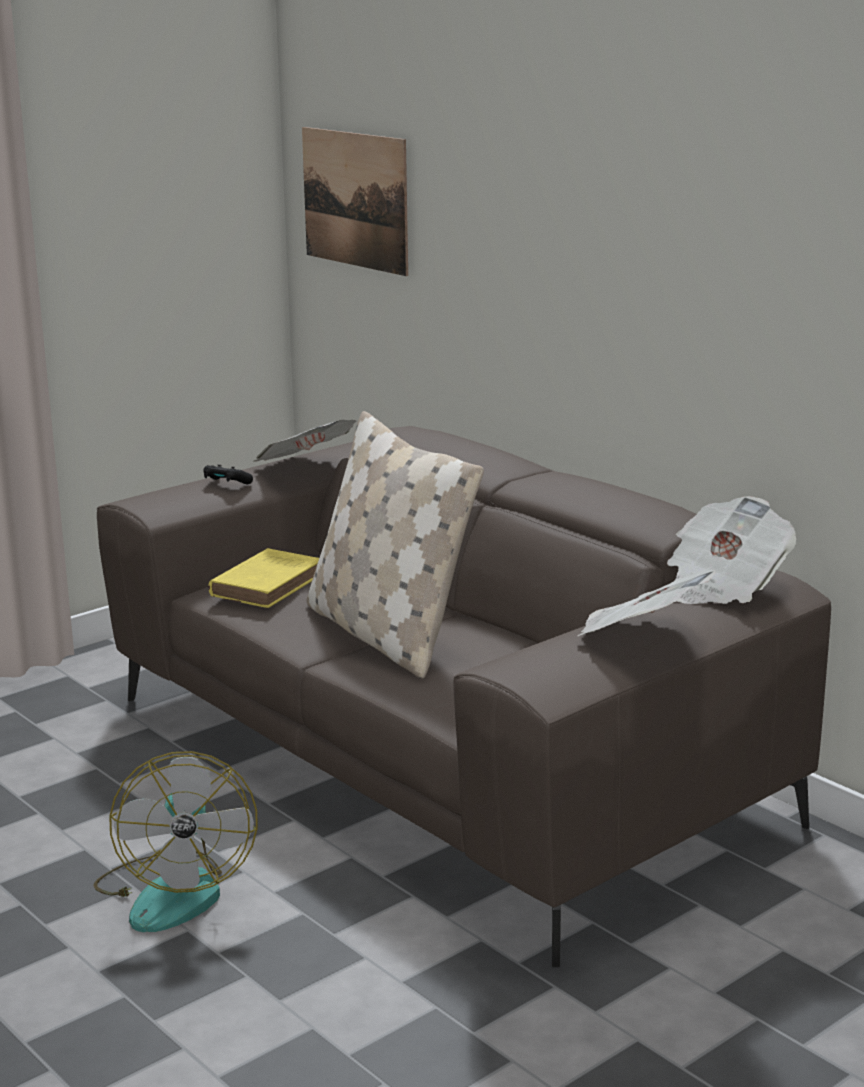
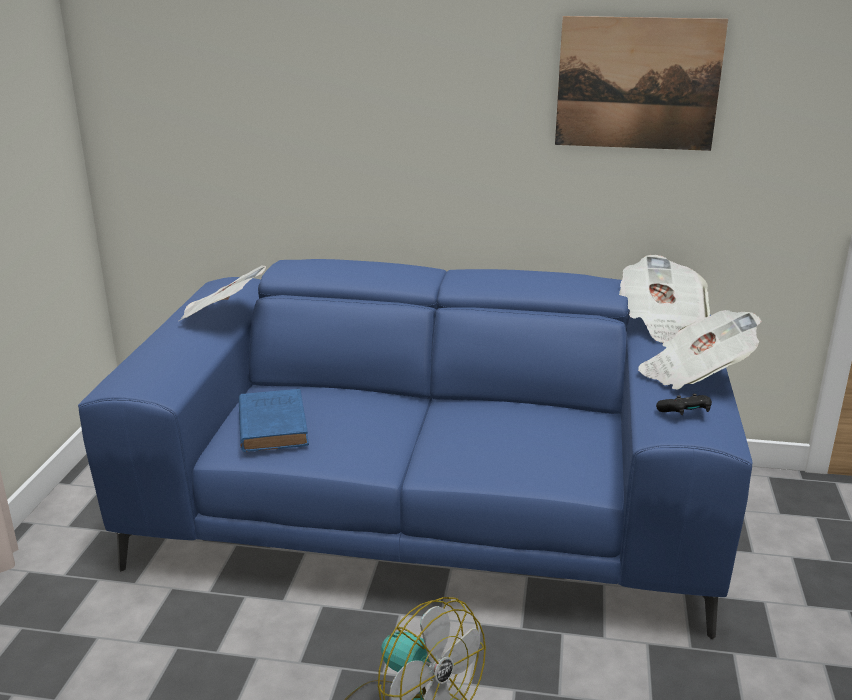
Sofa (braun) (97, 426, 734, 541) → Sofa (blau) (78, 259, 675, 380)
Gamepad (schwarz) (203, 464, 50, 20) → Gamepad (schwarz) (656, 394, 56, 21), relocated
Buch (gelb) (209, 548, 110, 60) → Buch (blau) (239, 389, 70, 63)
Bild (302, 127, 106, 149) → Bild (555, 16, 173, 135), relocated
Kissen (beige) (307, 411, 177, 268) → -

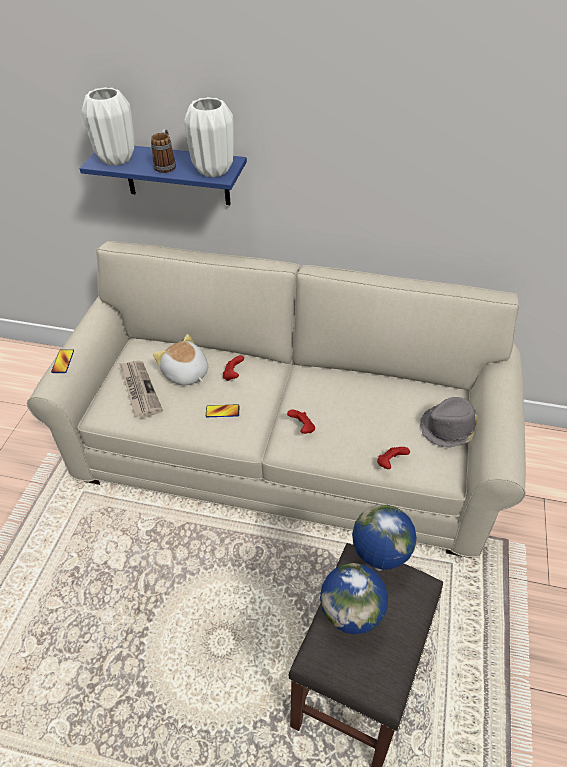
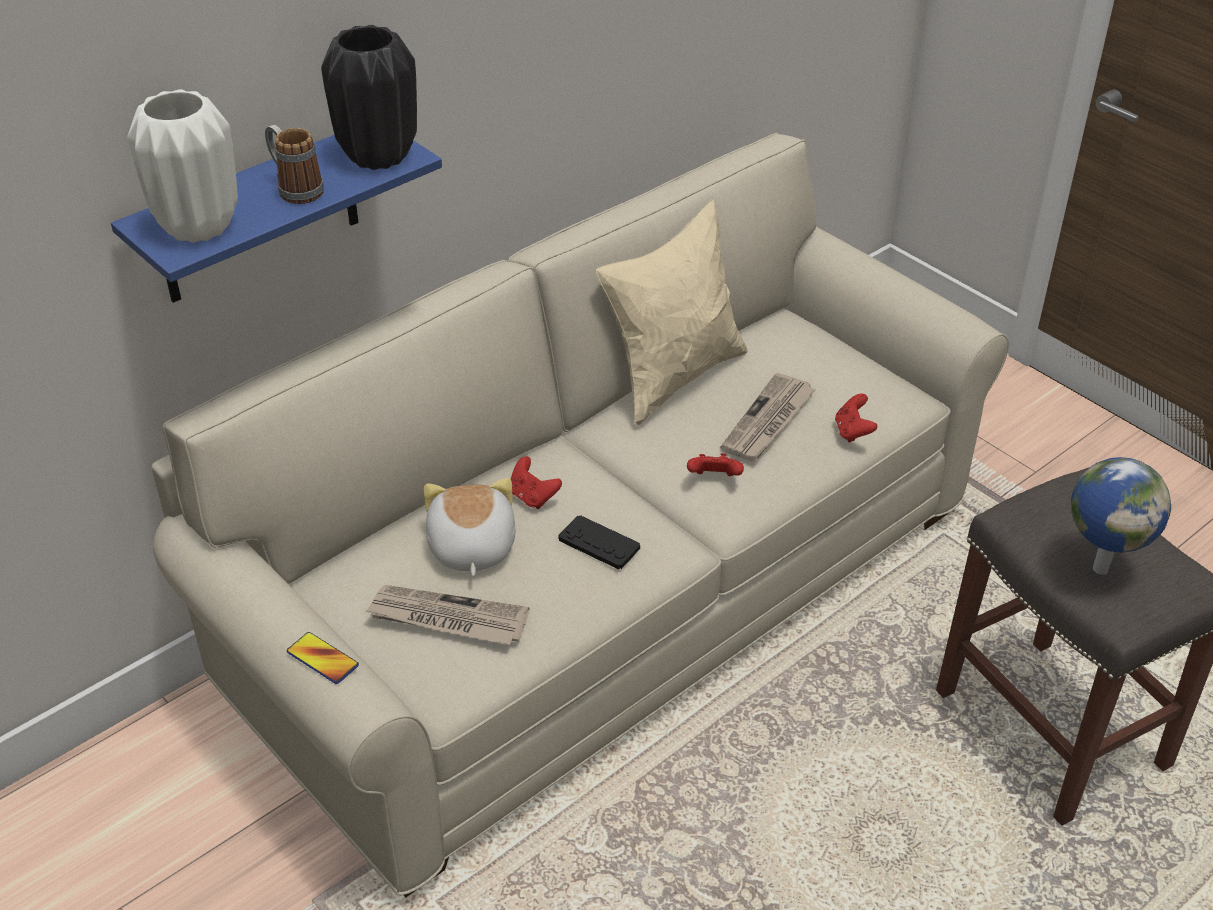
Plüschtier (153, 334, 55, 51) → Plüschtier (424, 478, 92, 98), 90 degrees clockwise
Vase (weiß) (184, 97, 50, 80) → Vase (schwarz) (321, 25, 96, 145)
Handy (206, 404, 33, 13) → Gamepad (schwarz) (558, 515, 82, 54)
Globus (352, 504, 65, 67) → -
Hut (grau) (420, 397, 57, 51) → -
- → Kissen (beige) (596, 199, 152, 227)
- → Zeitung (720, 373, 96, 88)

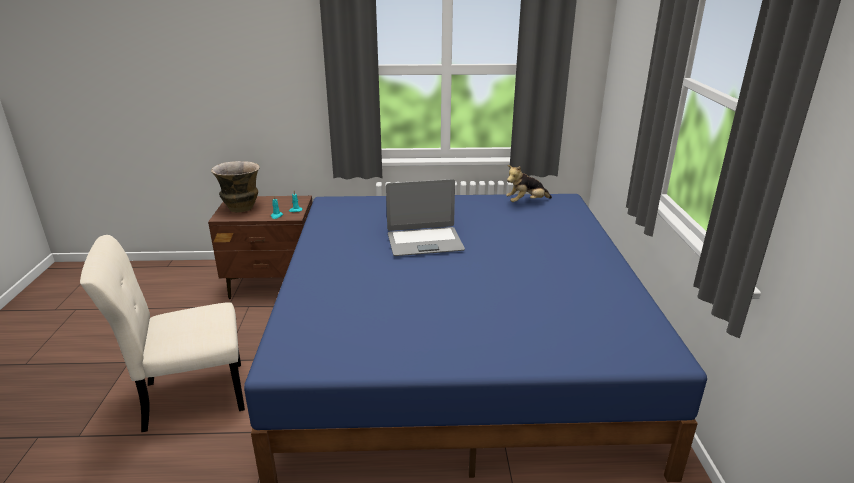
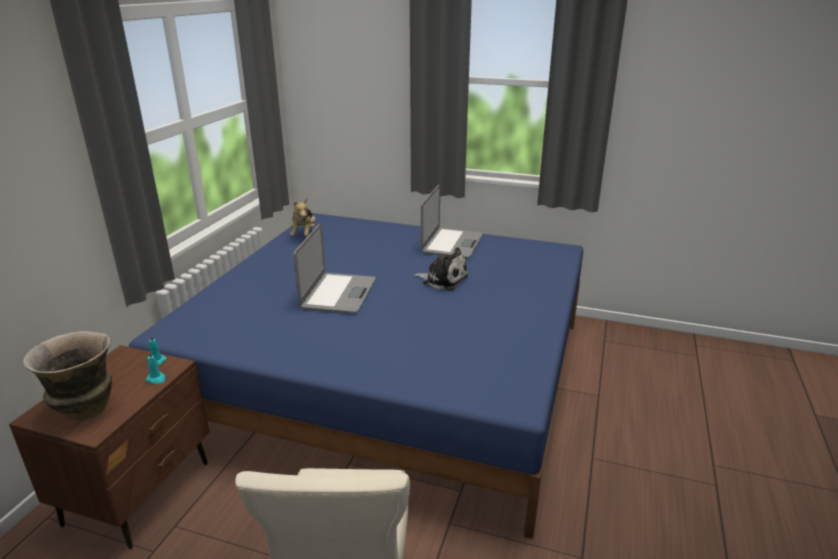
- → Plüschtier (414, 247, 54, 43)
- → Laptop (420, 185, 63, 73)

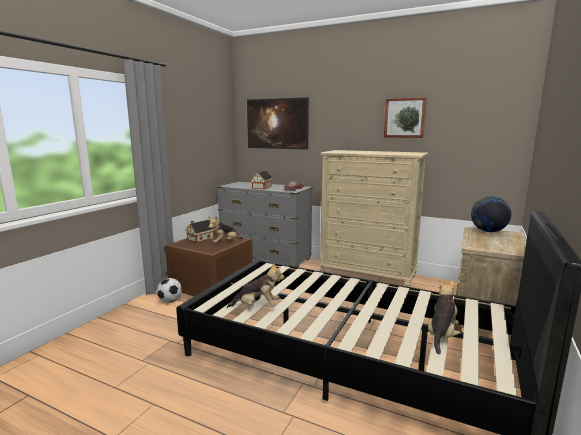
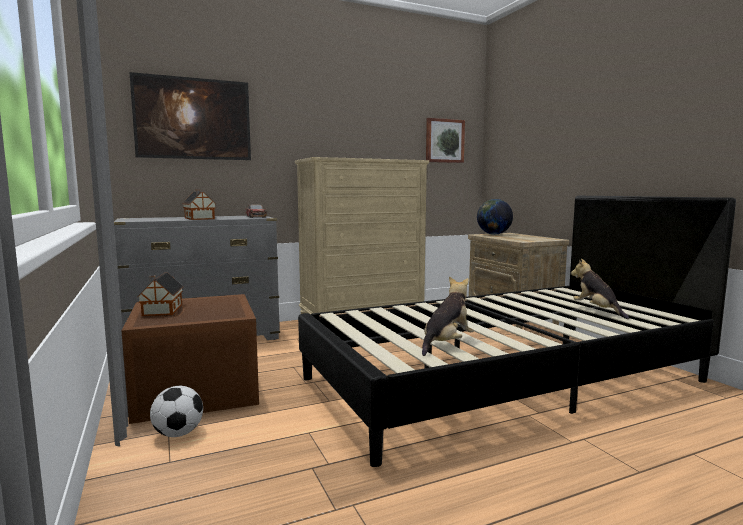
Plüschtier (209, 216, 34, 27) → -
Bild (384, 97, 43, 41) → Bild (426, 118, 39, 45), relocated

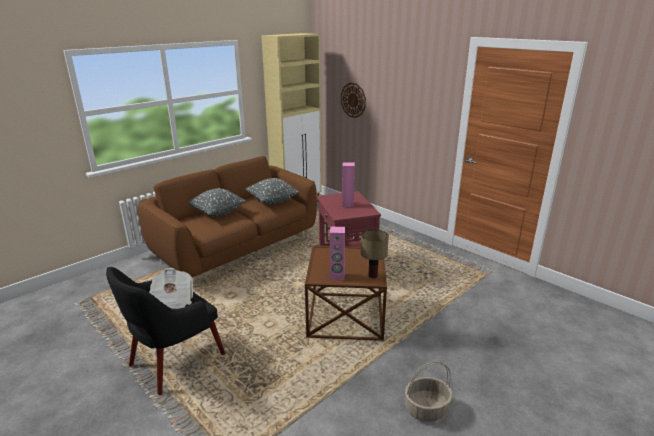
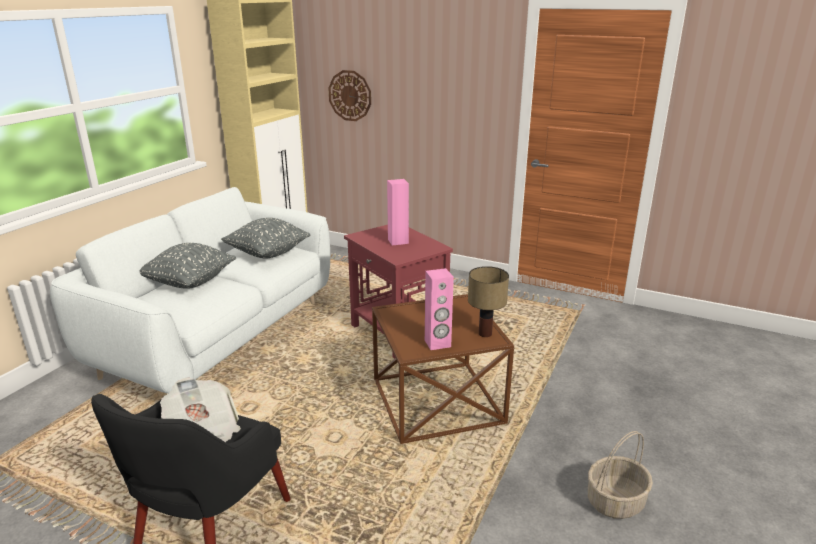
Sofa (braun) (138, 156, 179, 130) → Sofa (weiß) (50, 187, 280, 207)

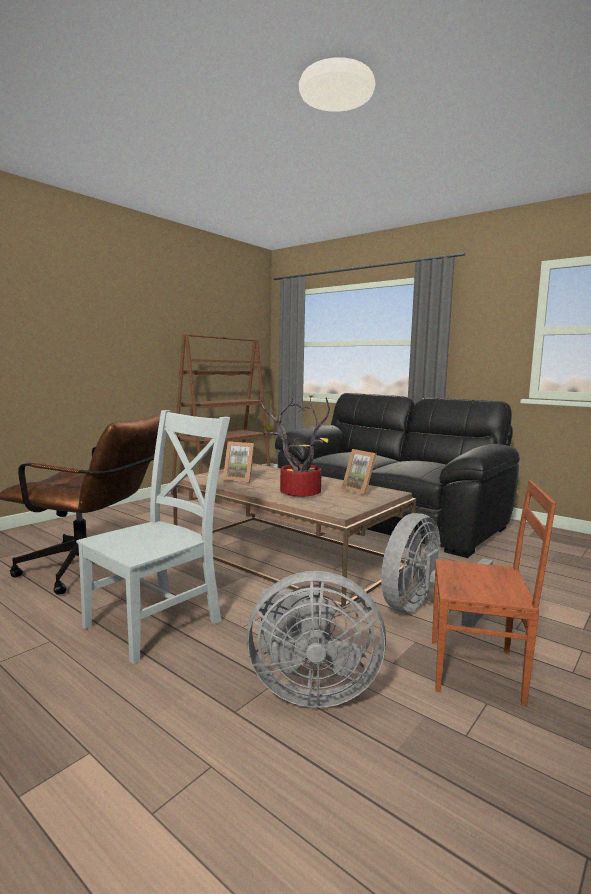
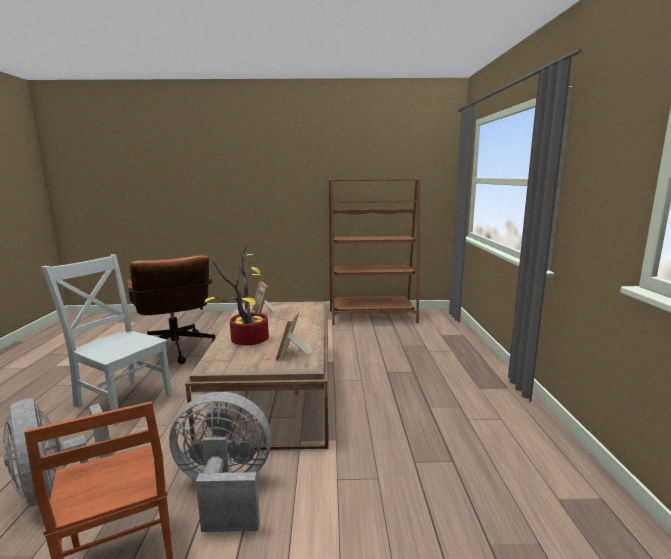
Stuhl (grau) (76, 410, 154, 254) → Stuhl (grau) (41, 254, 131, 171), 150 degrees counterclockwise
Sofa (schwarz) (275, 393, 245, 165) → -

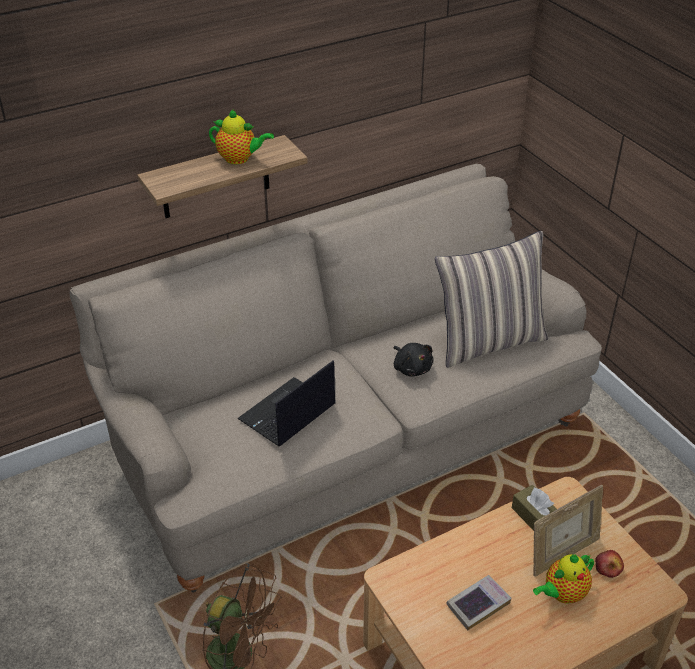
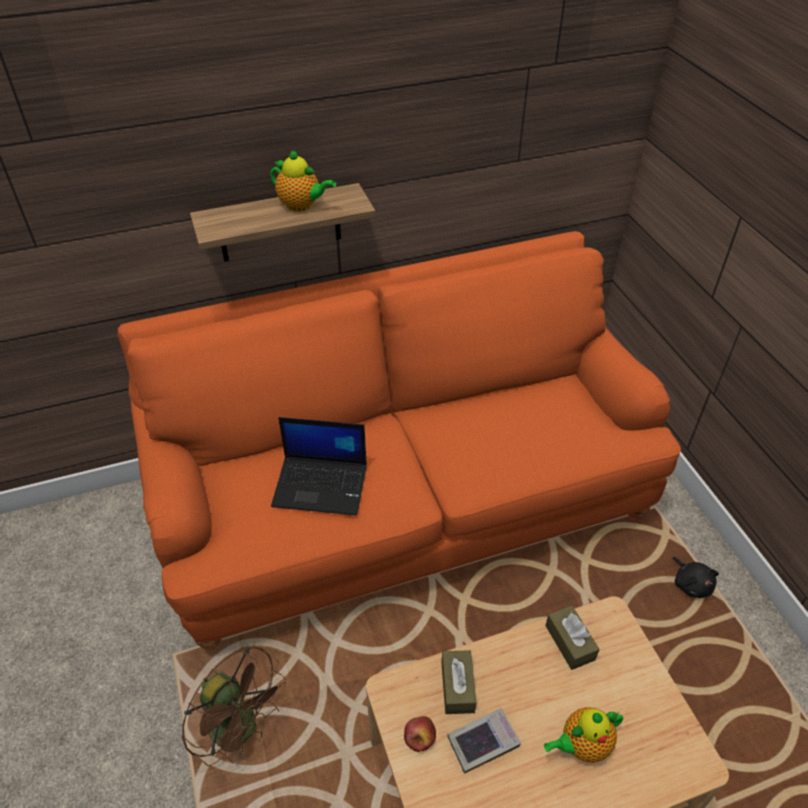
Sofa (beige) (70, 164, 532, 429) → Sofa (orange) (117, 231, 564, 419)
Laptop (238, 360, 97, 86) → Laptop (271, 417, 96, 99), 135 degrees counterclockwise
Plüschtier (schwarz) (394, 343, 39, 33) → Plüschtier (schwarz) (673, 557, 46, 41), relocated
Kissen (435, 231, 114, 137) → -
Bilderrahmen (533, 485, 70, 92) → -
Apfel (595, 550, 29, 28) → Apfel (404, 716, 32, 36), relocated
- → Taschentuchbox (braun) (441, 650, 35, 64)

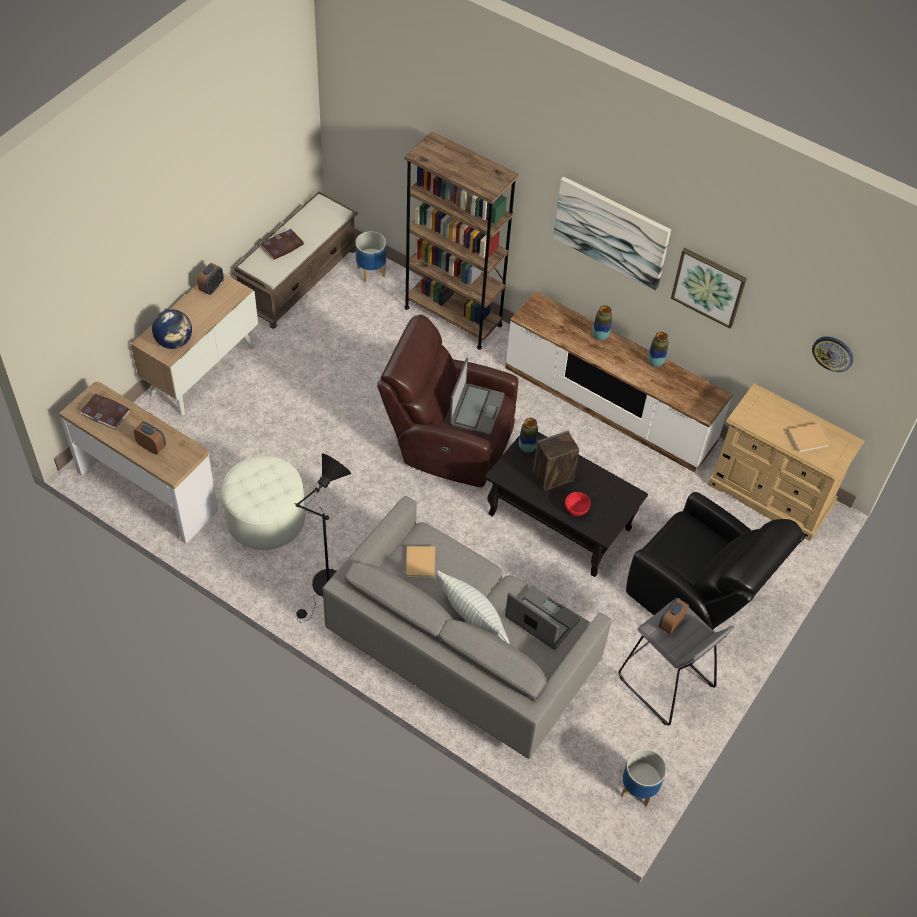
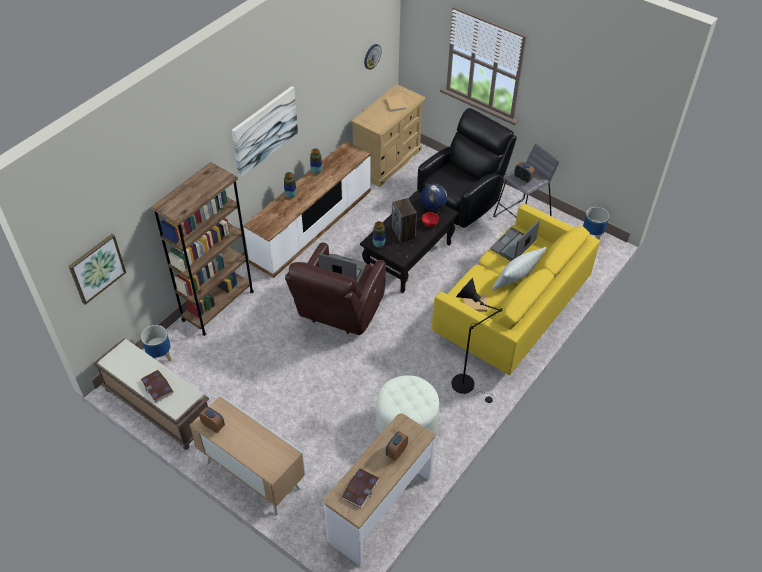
Globus (152, 309, 40, 40) → Globus (421, 184, 26, 26), relocated
Sofa (grau) (323, 496, 288, 263) → Sofa (gelb) (432, 204, 168, 171)
Bild (671, 248, 76, 81) → Bild (69, 234, 57, 71), relocated

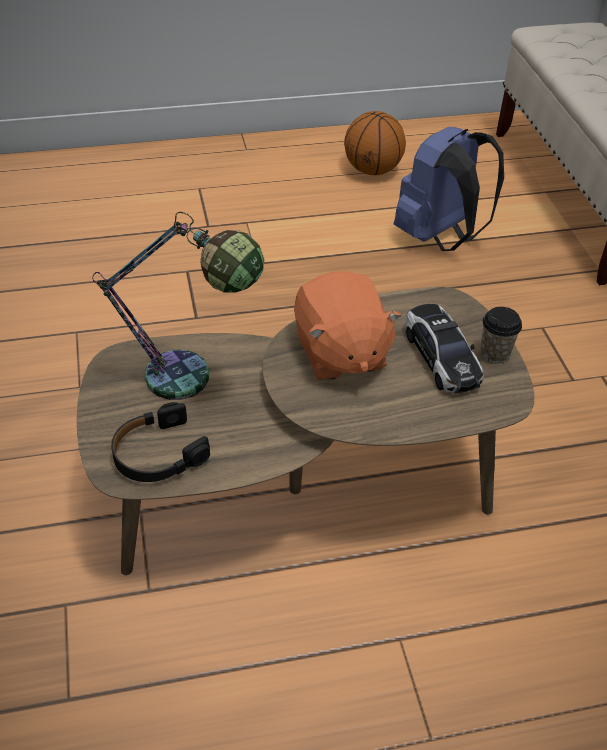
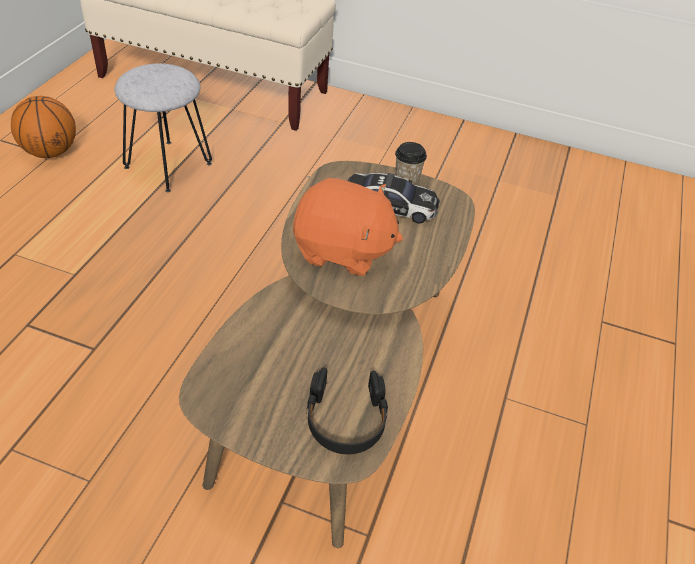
Tischlampe (92, 212, 172, 188) → -
Rucksack (blau) (394, 127, 110, 124) → Hocker (grau) (115, 63, 97, 129)

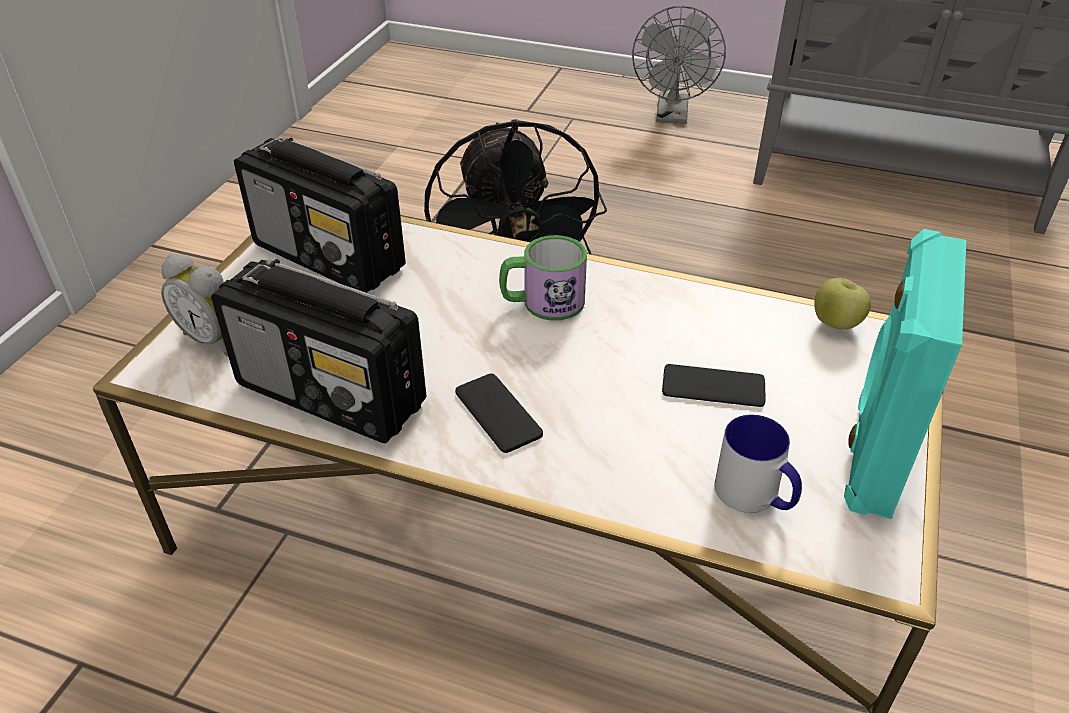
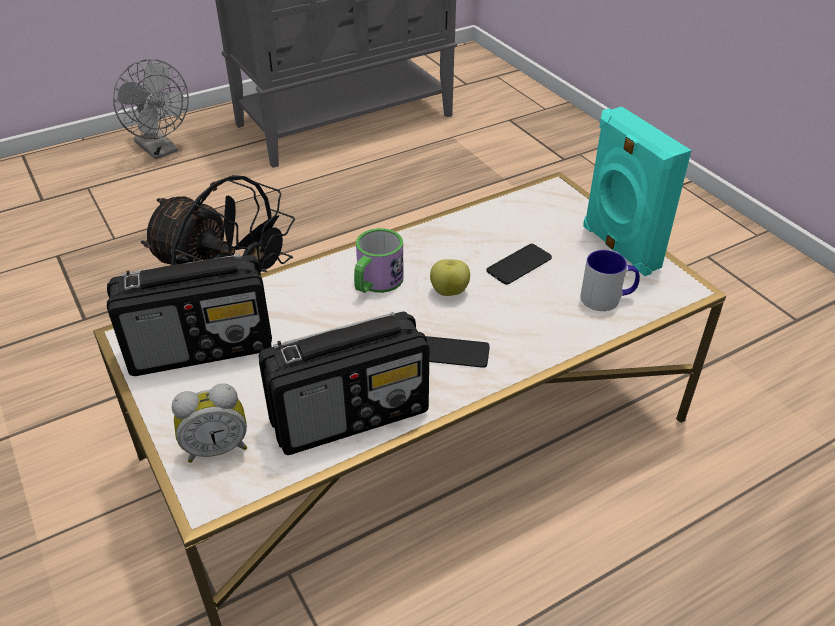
Apfel (814, 278, 57, 51) → Apfel (430, 259, 40, 37), relocated

